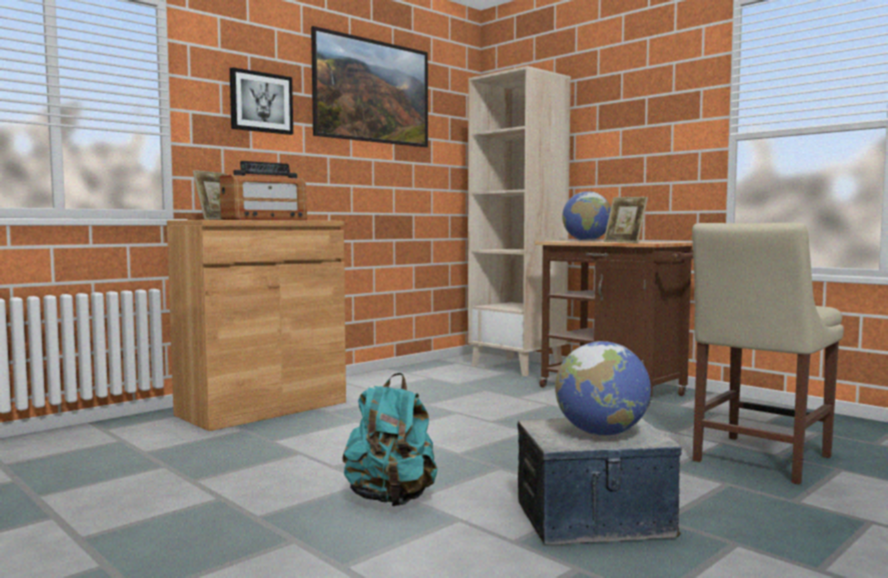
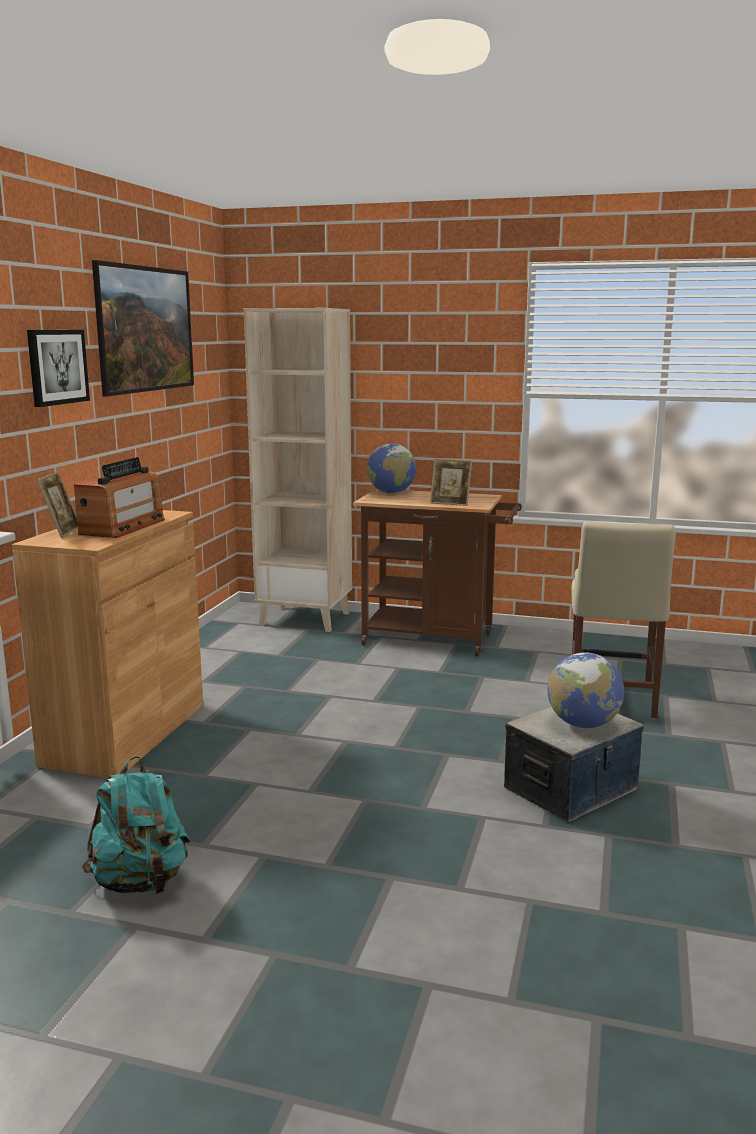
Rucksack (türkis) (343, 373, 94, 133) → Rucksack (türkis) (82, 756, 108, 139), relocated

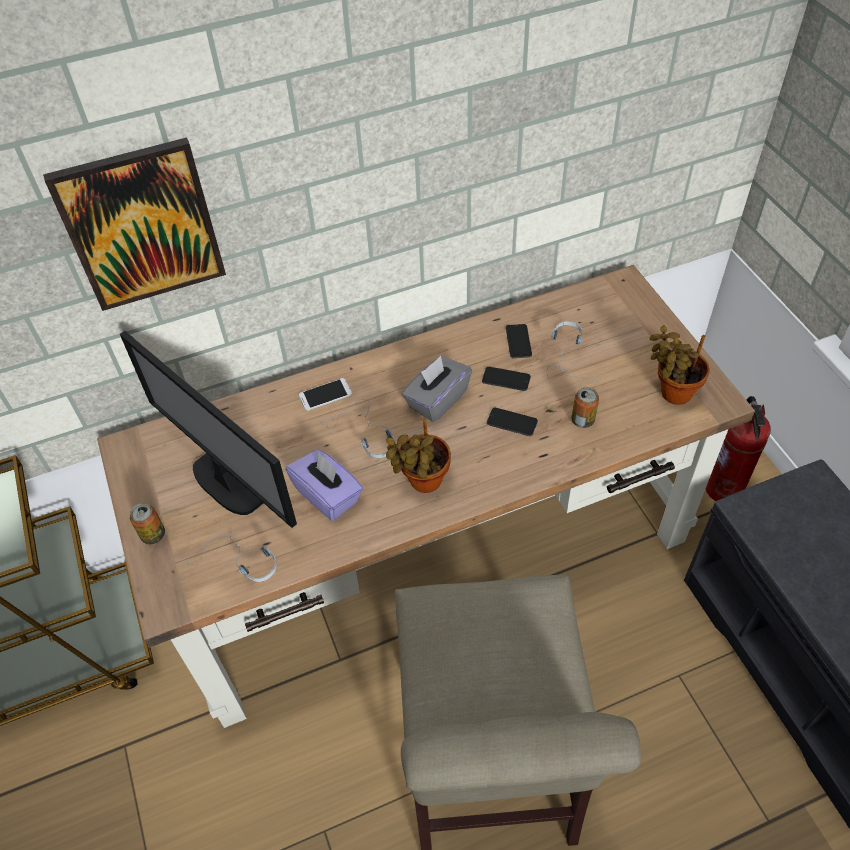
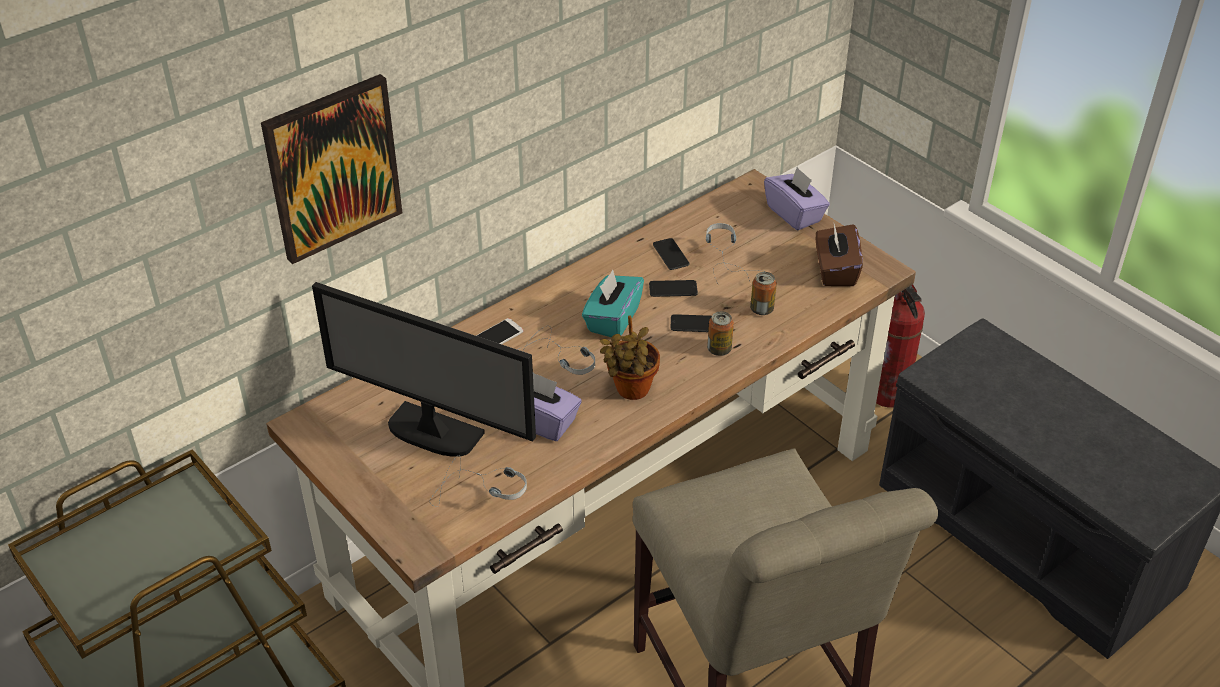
Dose (130, 503, 35, 41) → Dose (707, 311, 27, 45), relocated
Taschentuchbox (grau) (402, 356, 70, 66) → Taschentuchbox (türkis) (582, 270, 62, 67)
Topfpflanze (650, 325, 60, 80) → Taschentuchbox (braun) (816, 224, 47, 62)
- → Taschentuchbox (lila) (764, 167, 66, 63)

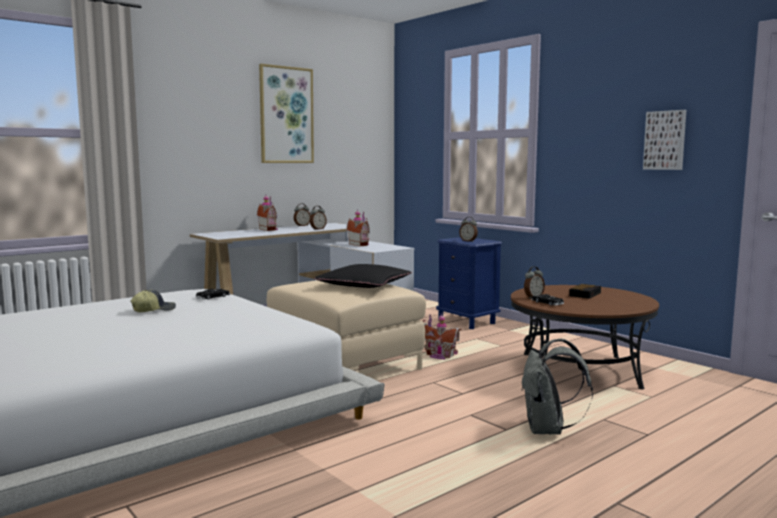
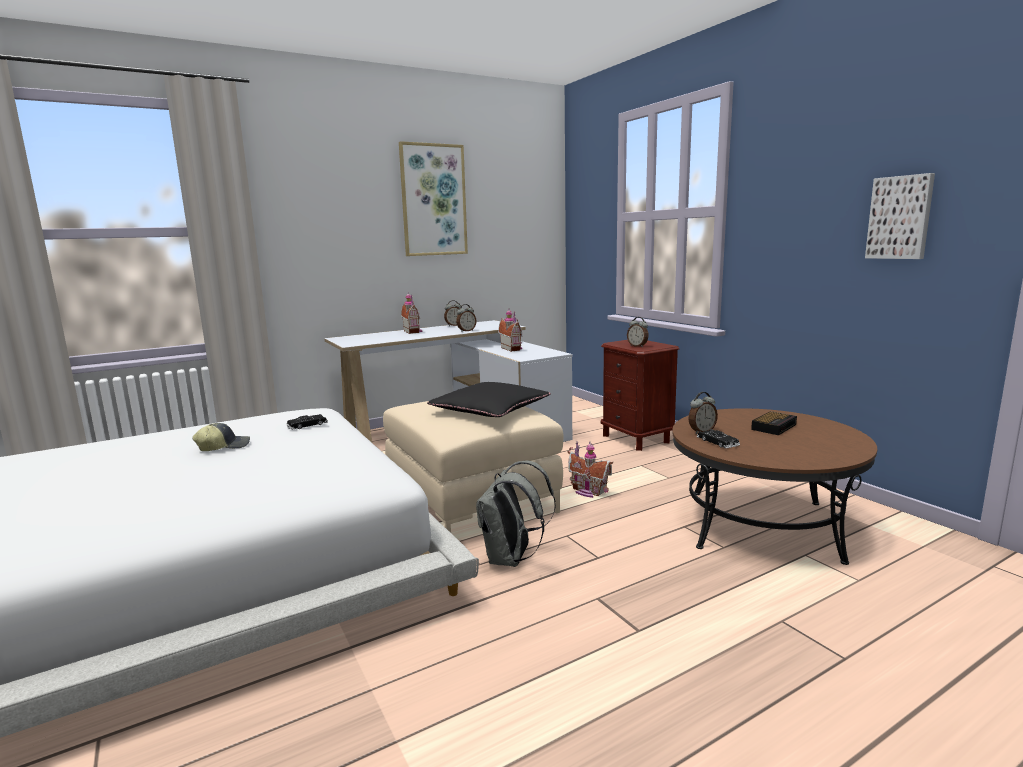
Nachttisch (blau) (436, 237, 66, 92) → Nachttisch (braun) (601, 340, 78, 111)
Rucksack (grau) (521, 339, 72, 96) → Rucksack (grau) (476, 461, 80, 106), relocated

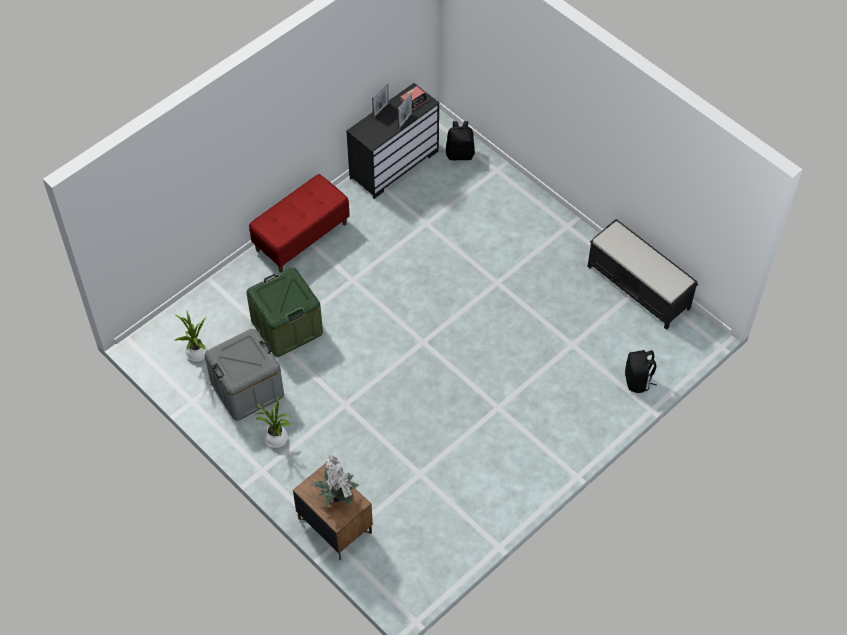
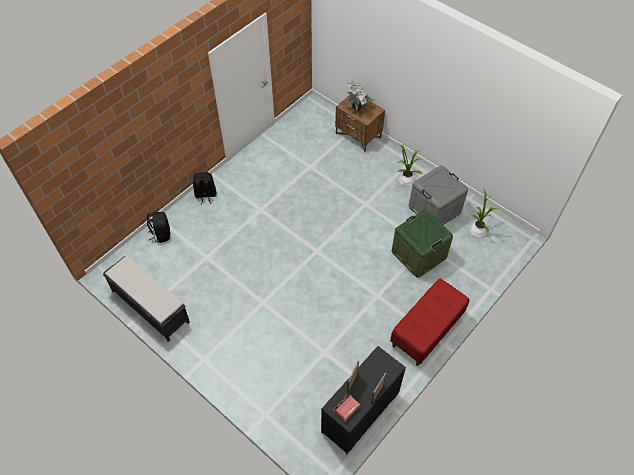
Rucksack (schwarz) (446, 121, 29, 39) → Rucksack (schwarz) (193, 172, 24, 33), relocated

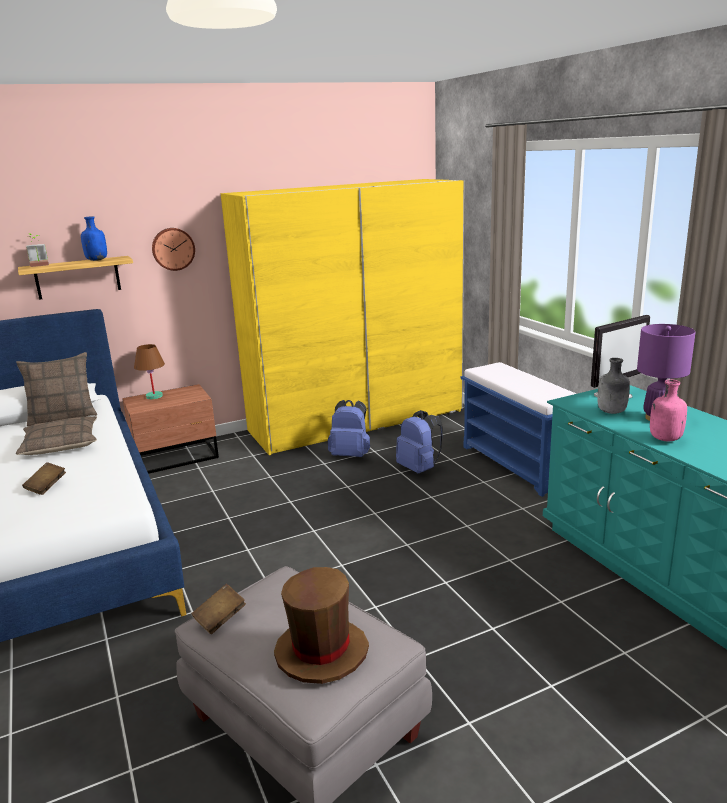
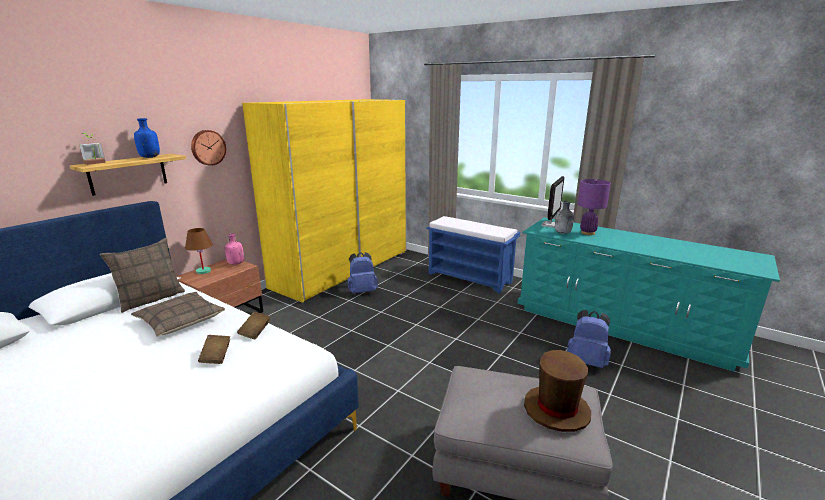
Buch (braun) (191, 584, 55, 50) → Buch (braun) (237, 311, 34, 28), relocated
Rucksack (blau) (396, 410, 47, 64) → Rucksack (blau) (567, 310, 44, 58), relocated
Flasche (rosa) (650, 379, 37, 62) → Flasche (rosa) (225, 233, 19, 32), relocated

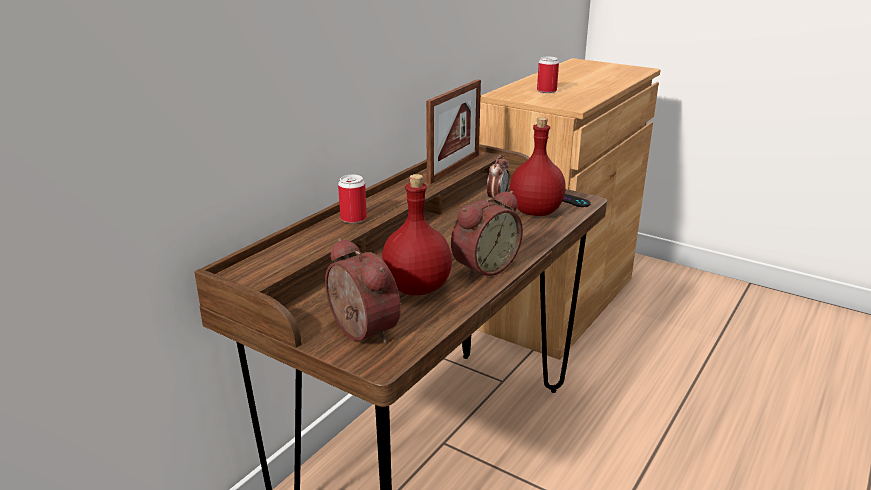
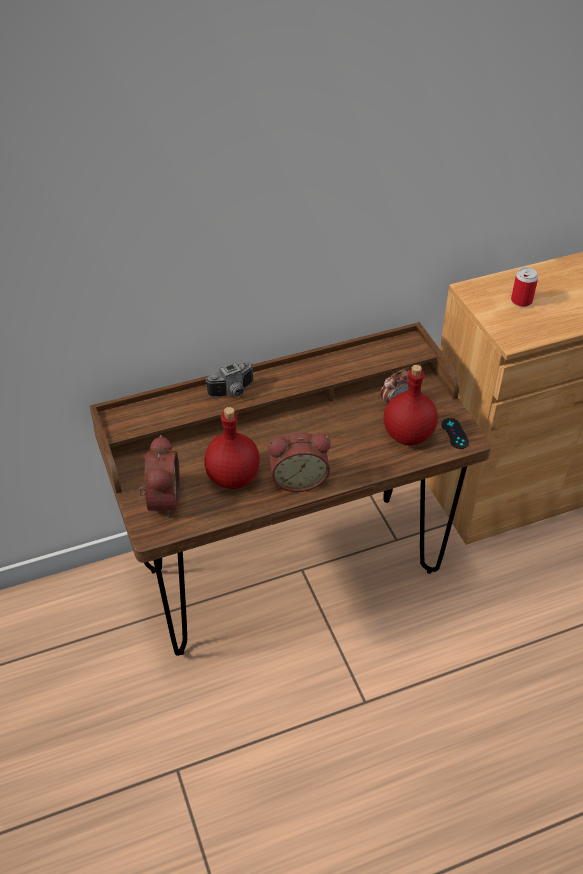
Dose (338, 175, 29, 48) → Kamera (206, 362, 47, 35)
Bilderrahmen (426, 79, 55, 105) → -

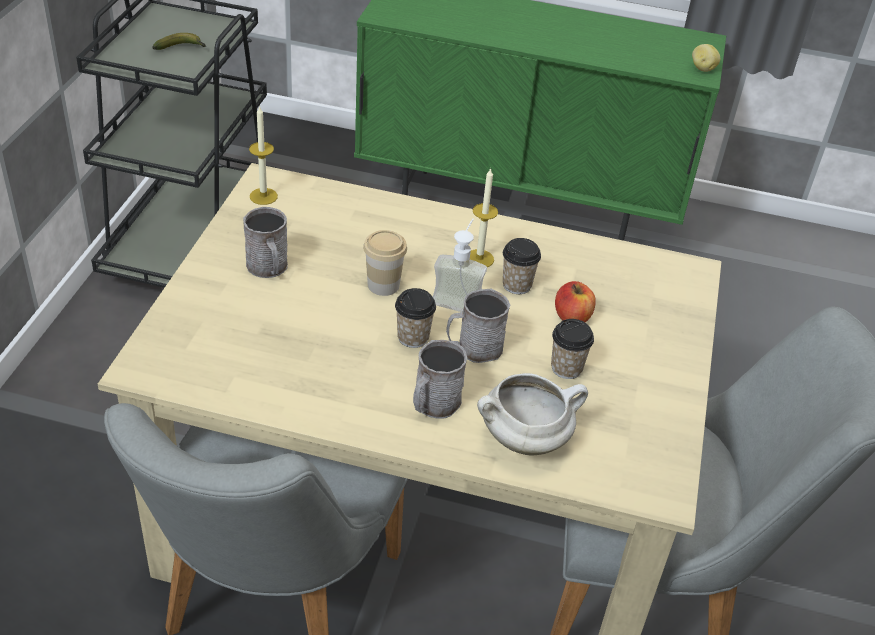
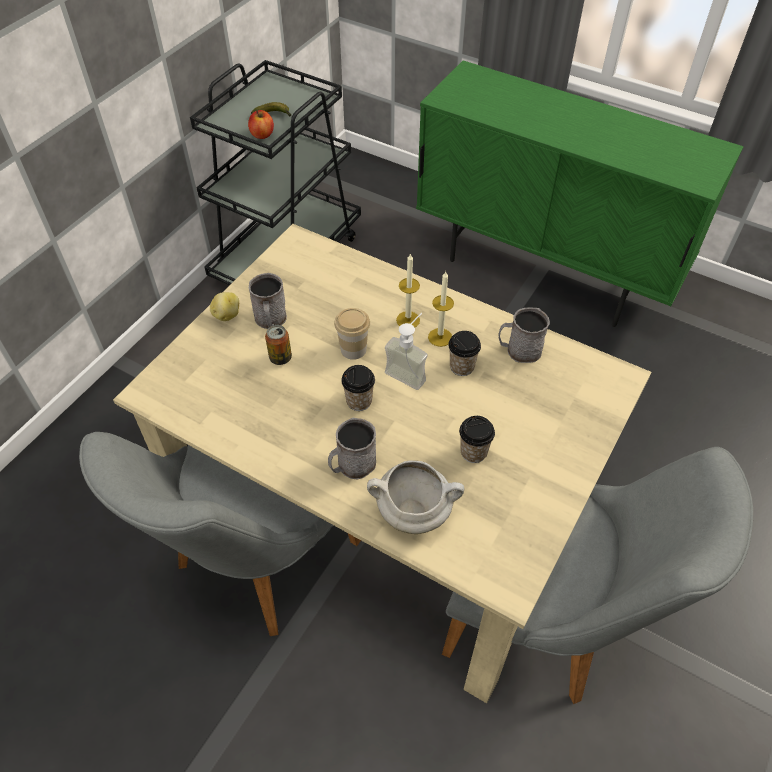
Kerze (249, 105, 29, 100) → Kerze (396, 253, 24, 74), relocated
Henkelbecher (grau) (446, 289, 64, 74) → Henkelbecher (grau) (498, 307, 52, 56), relocated
Apfel (555, 281, 41, 41) → Apfel (248, 110, 26, 29), relocated
Kartoffel (692, 44, 28, 28) → Kartoffel (210, 292, 29, 29), relocated
- → Dose (265, 325, 27, 40)

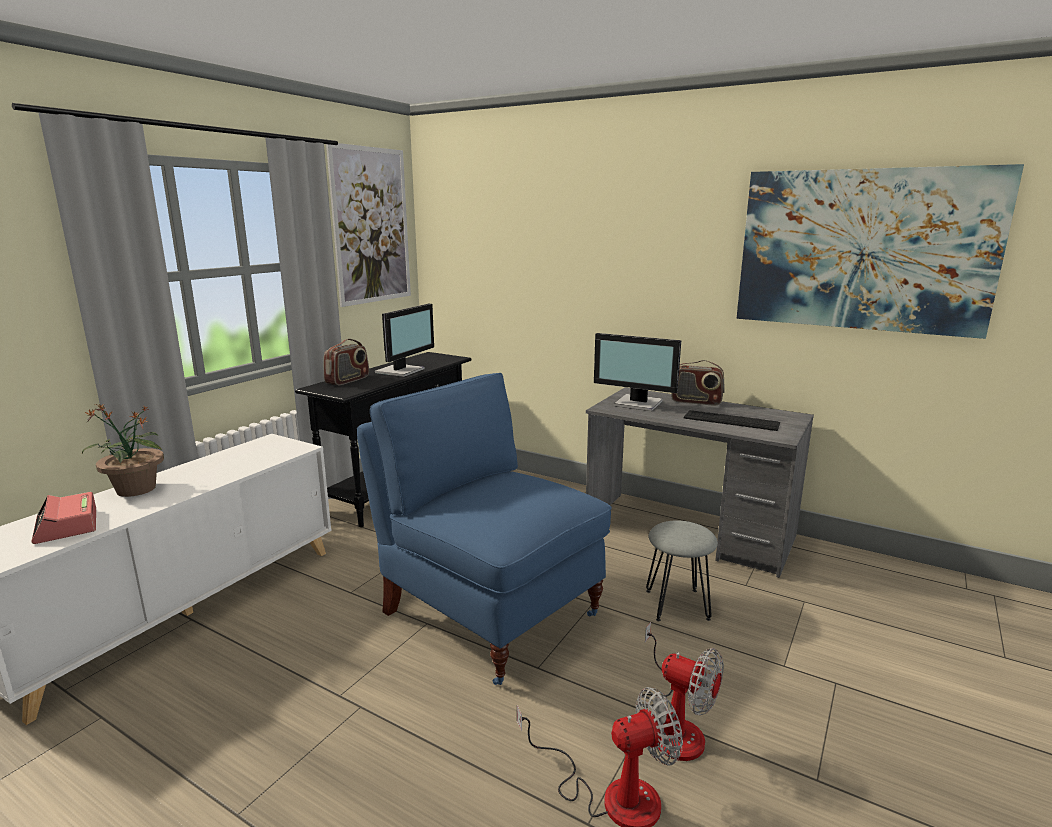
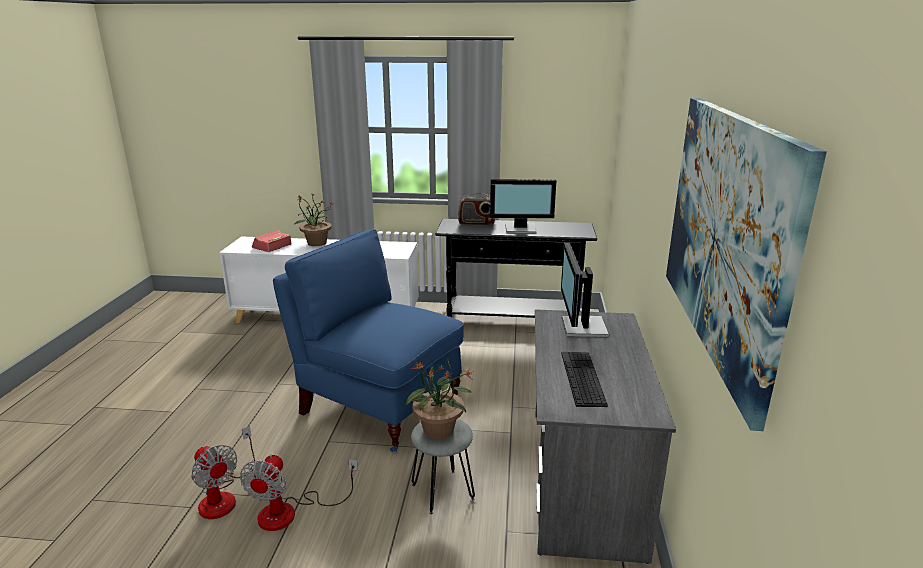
Bild (326, 143, 85, 164) → -
Stuhl (blau) (357, 373, 255, 312) → Stuhl (blau) (273, 230, 191, 222), 75 degrees counterclockwise
Radio (671, 360, 53, 45) → -
- → Topfpflanze (406, 357, 67, 82)

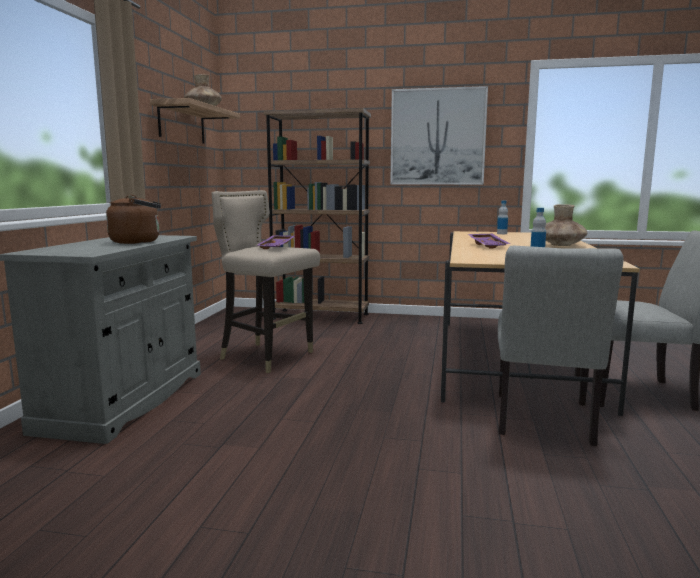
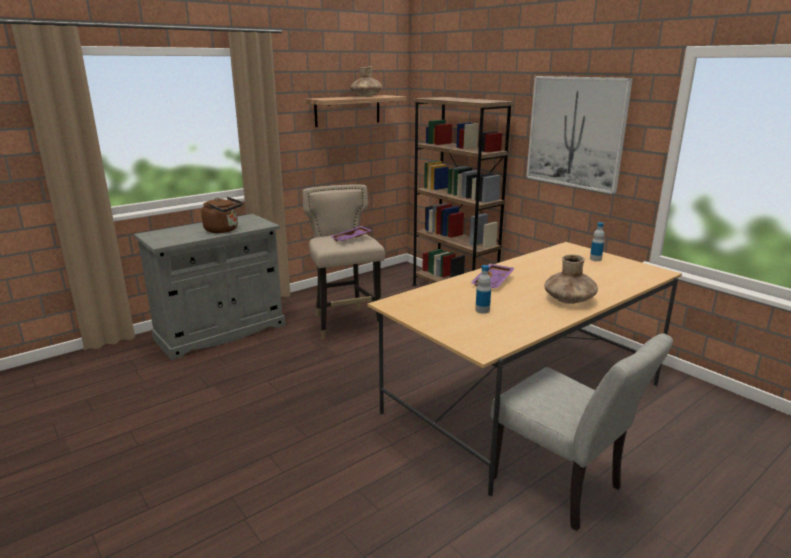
Stuhl (grau) (498, 246, 126, 200) → -

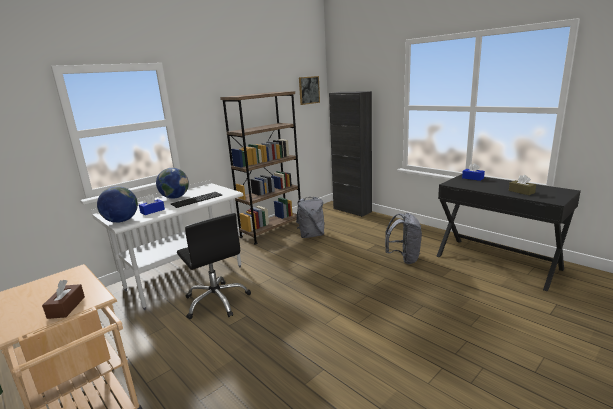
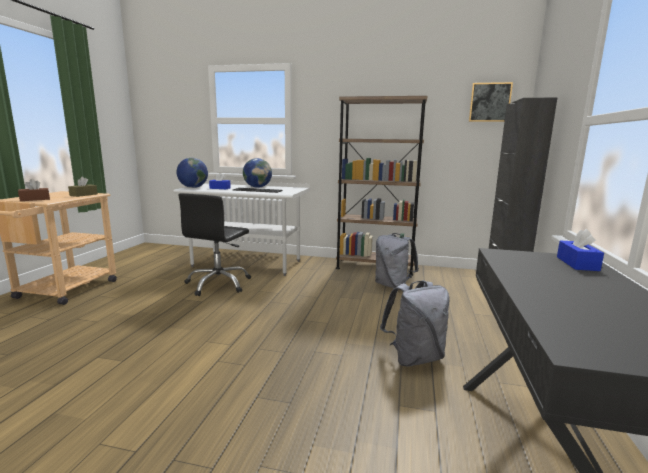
Taschentuchbox (braun) (509, 175, 27, 20) → Taschentuchbox (braun) (68, 177, 30, 20), relocated

